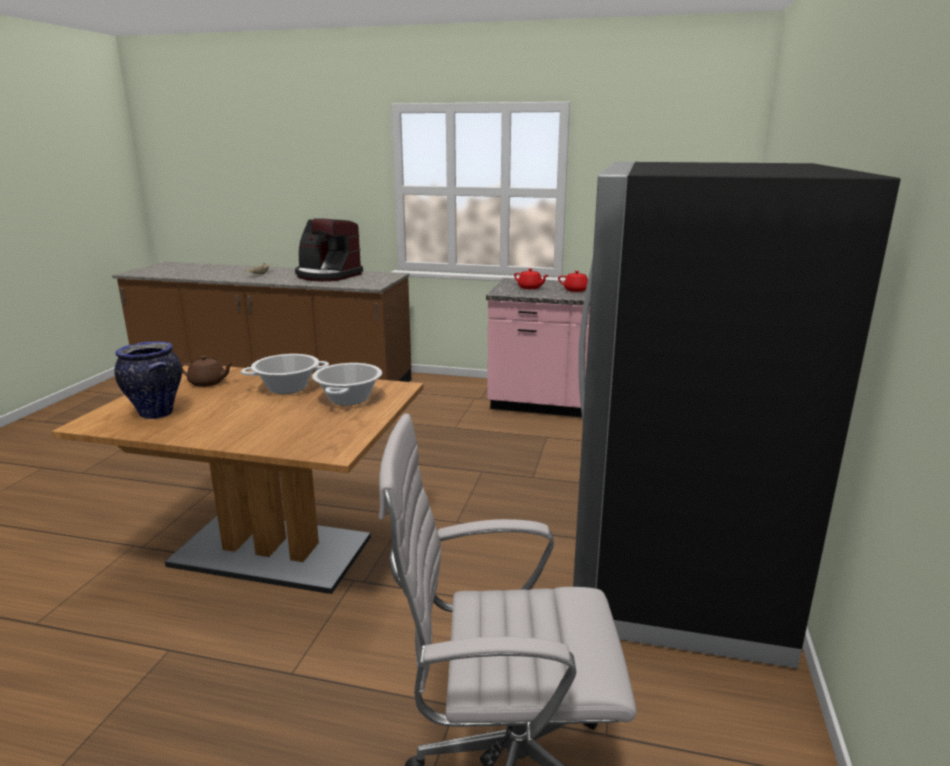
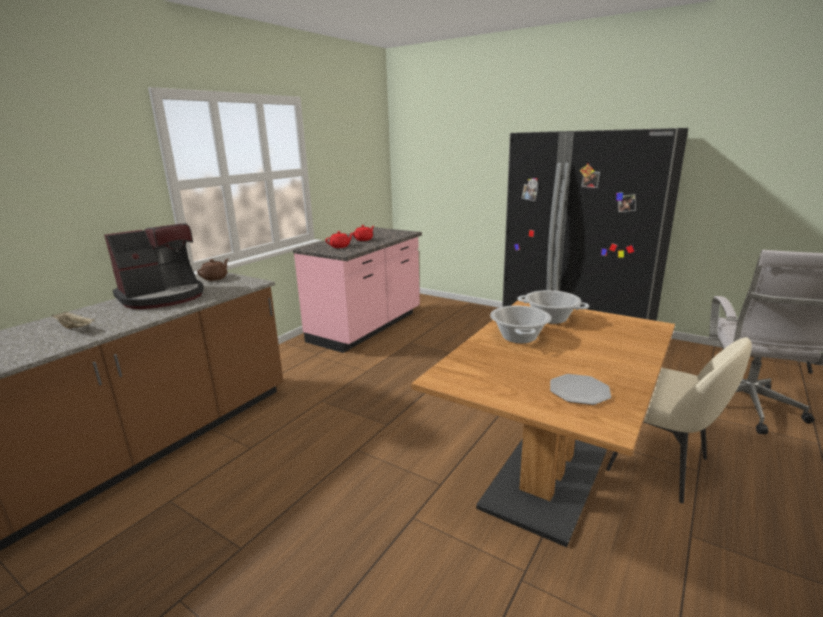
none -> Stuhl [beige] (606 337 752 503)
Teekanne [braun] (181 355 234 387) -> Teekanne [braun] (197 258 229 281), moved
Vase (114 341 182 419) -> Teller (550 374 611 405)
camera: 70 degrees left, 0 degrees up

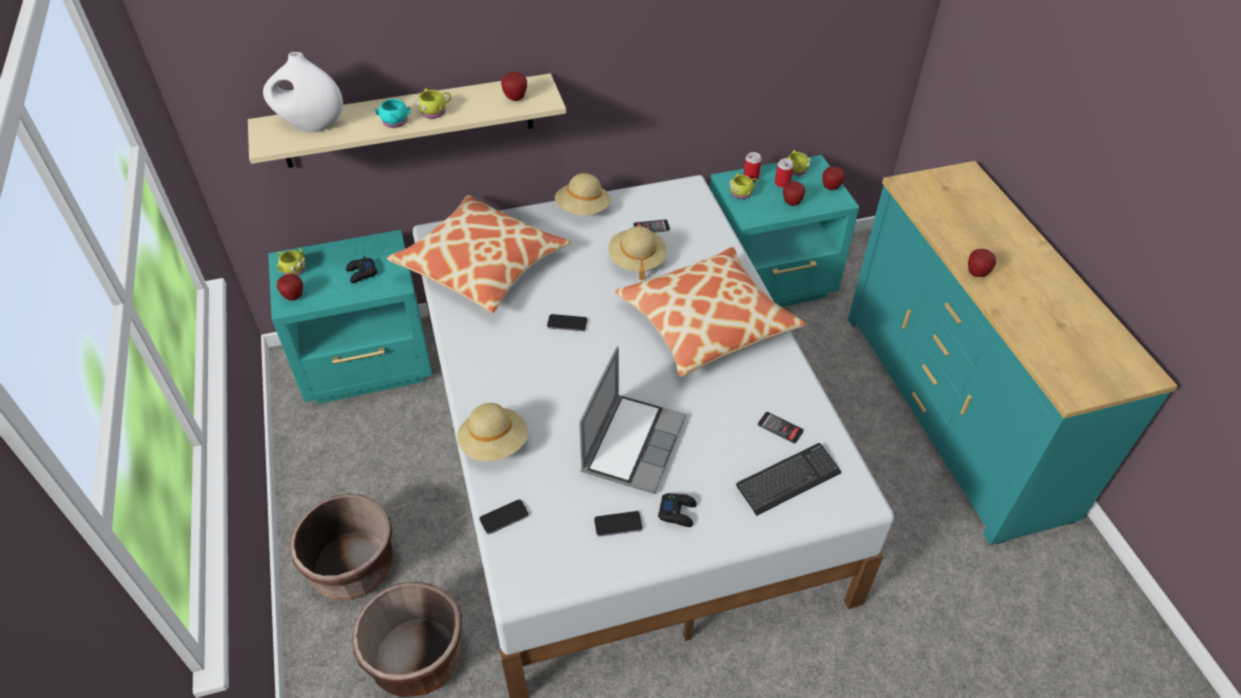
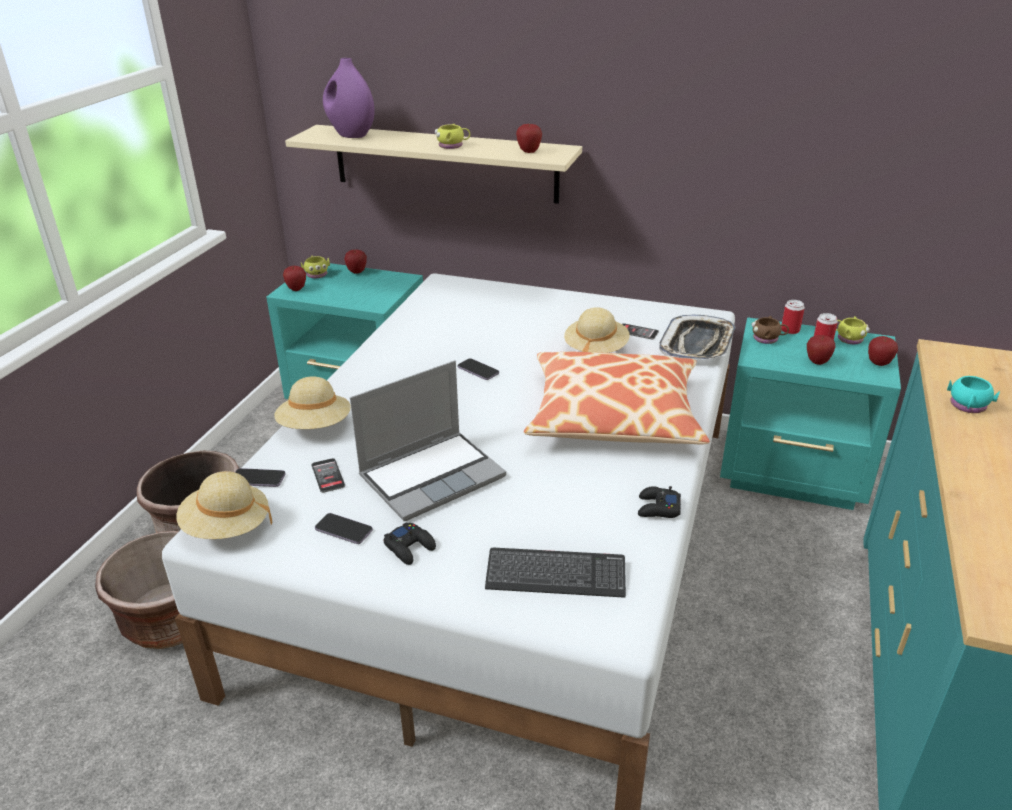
Kissen (387 195 571 313) -> none
none -> Tablett (659 315 736 360)
Gamepad [schwarz] (346 256 378 283) -> Gamepad [schwarz] (638 486 681 518), moved
Henkelbecher [türkis] (375 99 411 128) -> Henkelbecher [türkis] (947 376 1000 413), moved
Hut [beige] (555 173 611 215) -> Hut [beige] (176 471 272 539), moved
Handy (758 412 804 444) -> Handy (311 458 345 493), moved
Apfel (968 249 996 277) -> Apfel (344 249 367 274), moved
Vase [weiß] (263 52 343 132) -> Vase [lila] (323 58 375 138)
Henkelbecher [gelb] (729 173 758 199) -> Henkelbecher [braun] (751 316 789 344)
camera: 35 degrees right, 15 degrees down

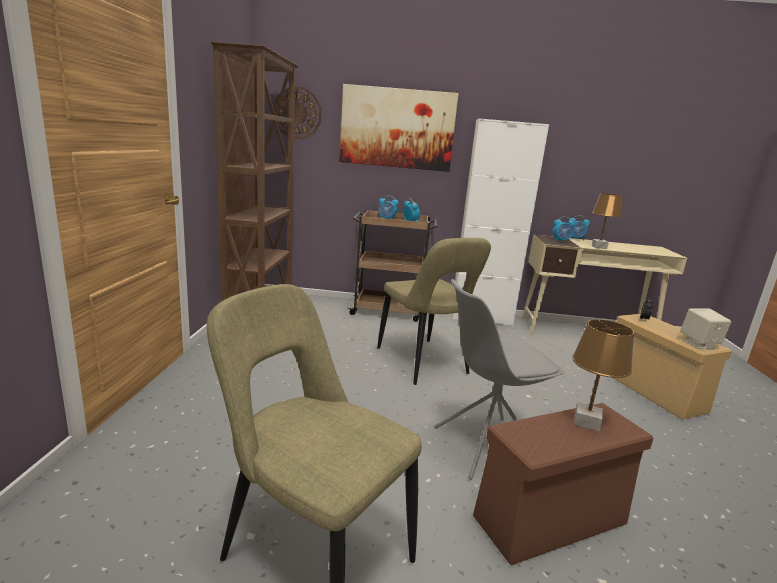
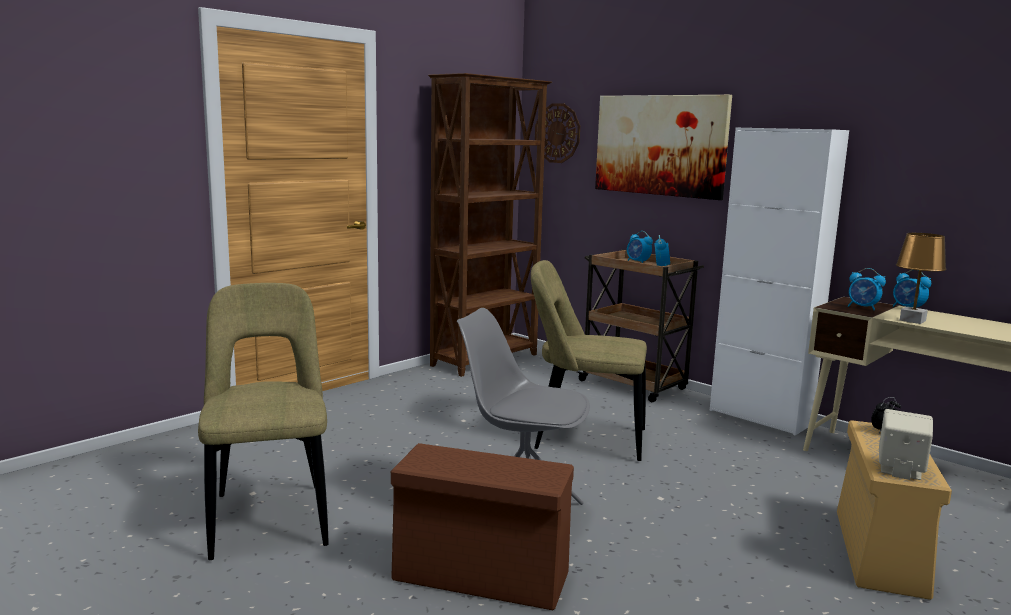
Tischlampe [braun] (572 319 634 431) -> none
Stuhl [beige] (377 238 491 385) -> Stuhl [beige] (531 260 647 461), 90 degrees clockwise
camera: 40 degrees right, 5 degrees down

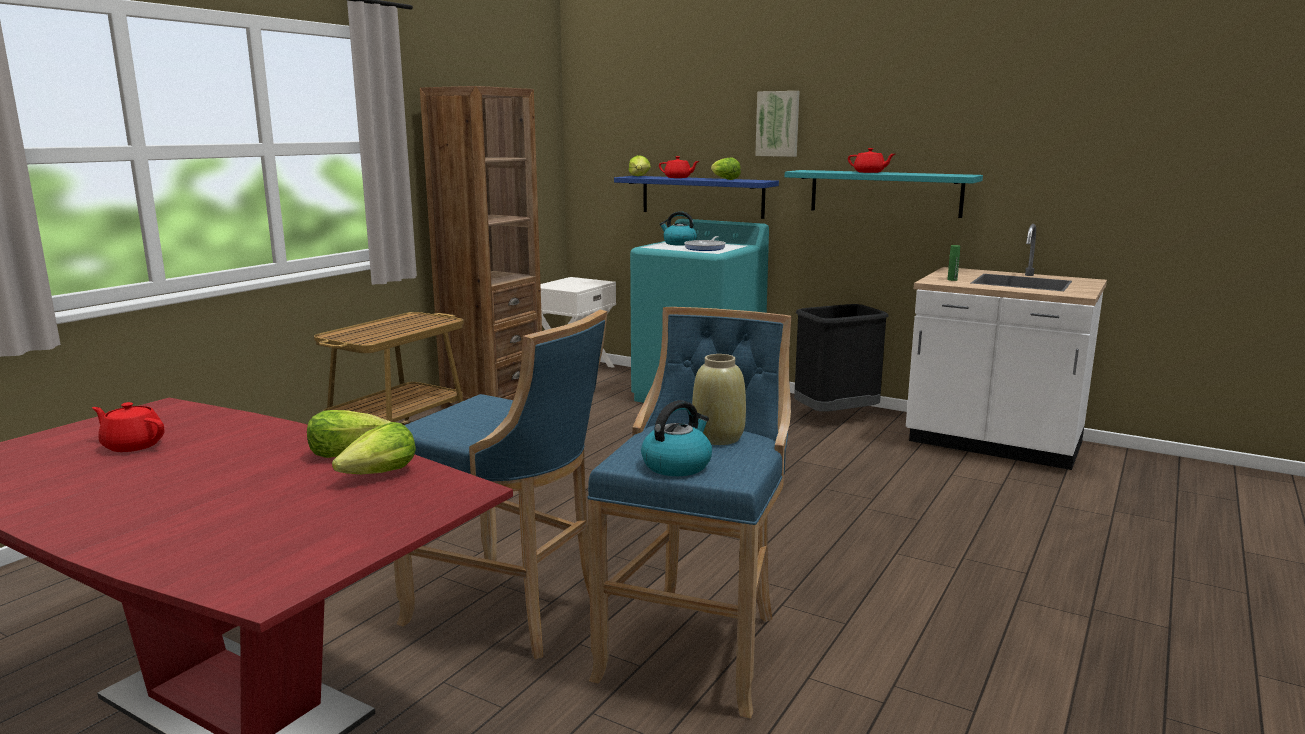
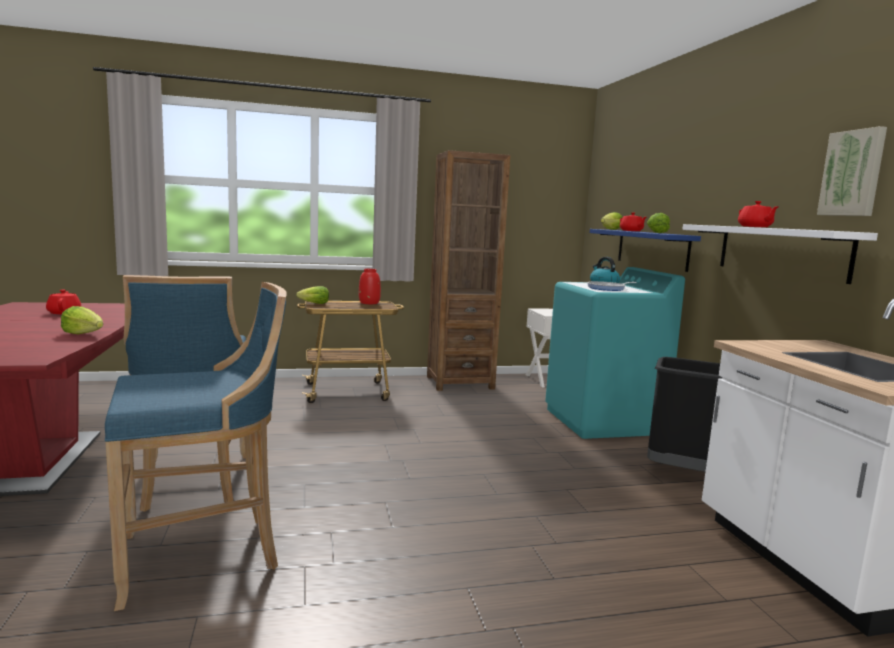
Wasserkessel (641 400 712 476) -> none
Vase [beige] (692 354 746 445) -> none
Flasche [grün] (947 245 960 281) -> none
none -> Vase [rot] (359 269 381 304)
Salatkopf (332 422 416 474) -> Salatkopf (296 286 329 304), moved
Bild (755 91 800 157) -> Bild (817 126 887 216), moved
Wandregal [türkis] (785 170 983 218) -> Wandregal [weiß] (682 224 878 284)
camera: 45 degrees right, 5 degrees down

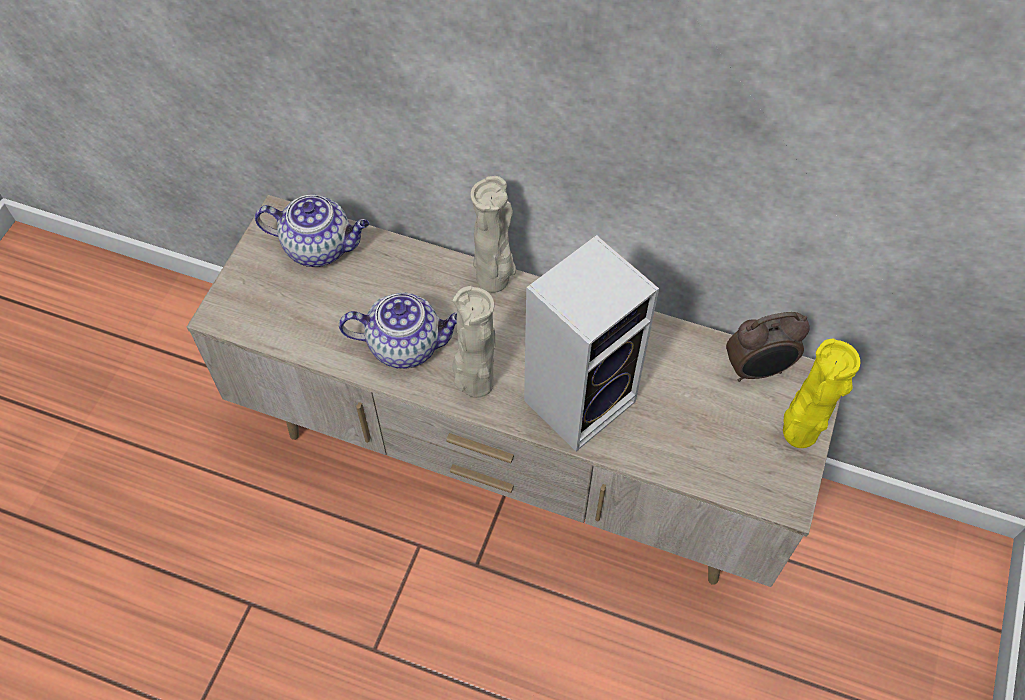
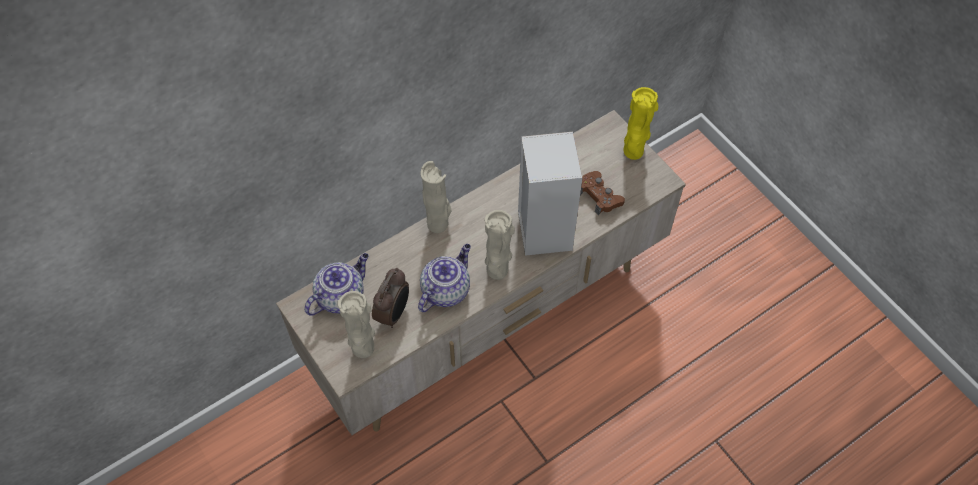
none -> Vase [beige] (337 291 375 358)
none -> Gamepad [braun] (580 171 625 215)
Wecker (726 312 810 382) -> Wecker (372 268 409 328), moved
camera: 55 degrees left, 0 degrees up

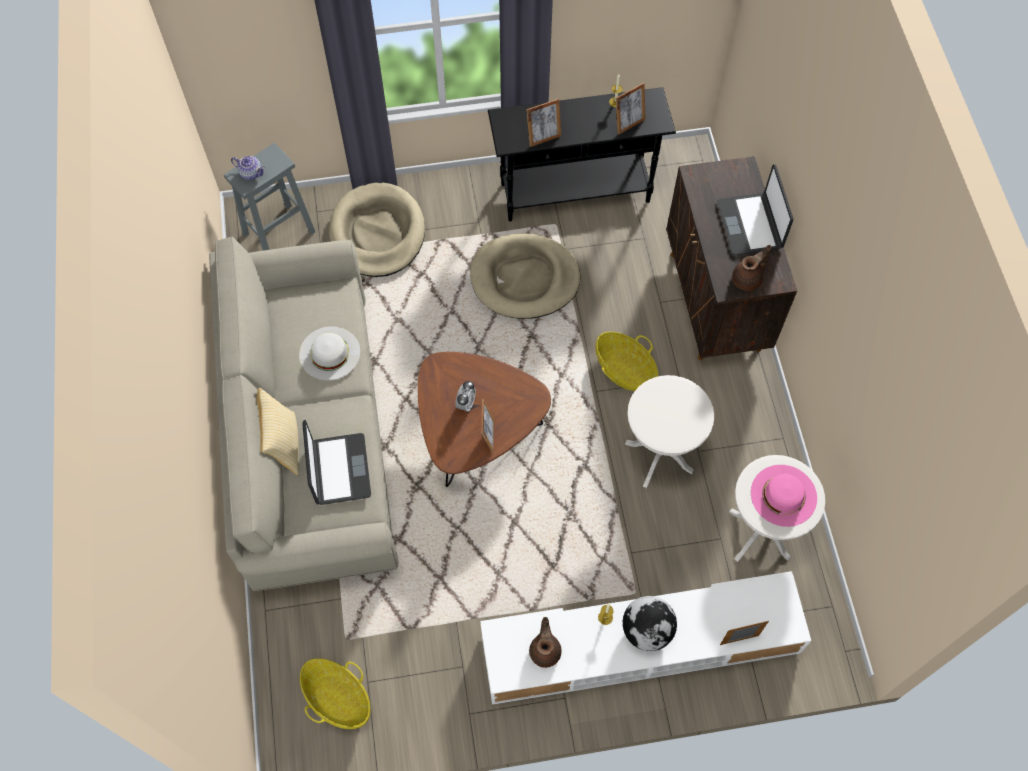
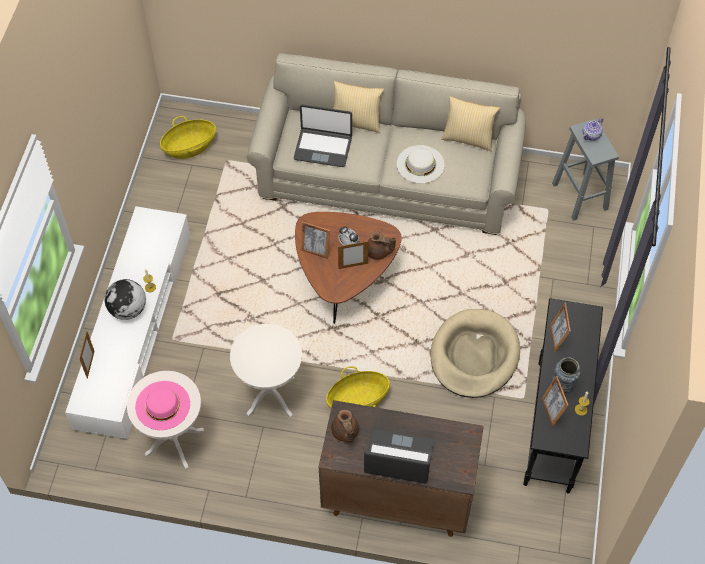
Hundebett [beige] (329 183 425 277) -> none
none -> Bilderrahmen (338 241 369 269)
none -> Kissen (441 96 500 152)
none -> Vase (552 357 581 393)
Teekanne [braun] (529 617 561 668) -> Teekanne [braun] (368 231 396 260), moved
camera: 110 degrees right, 5 degrees down

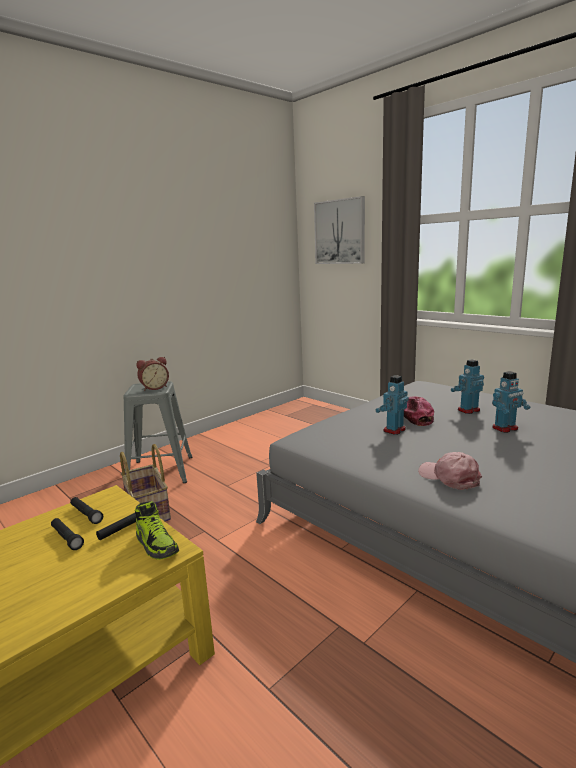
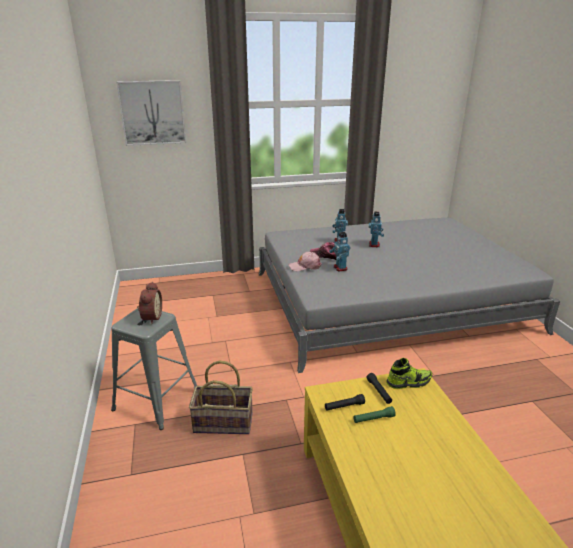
Kappe [rosa] (418 452 482 490) -> Kappe [rosa] (289 252 322 271), moved
Taschenlampe [schwarz] (51 518 84 550) -> Taschenlampe [grün] (353 406 396 423)
camera: 60 degrees left, 10 degrees up

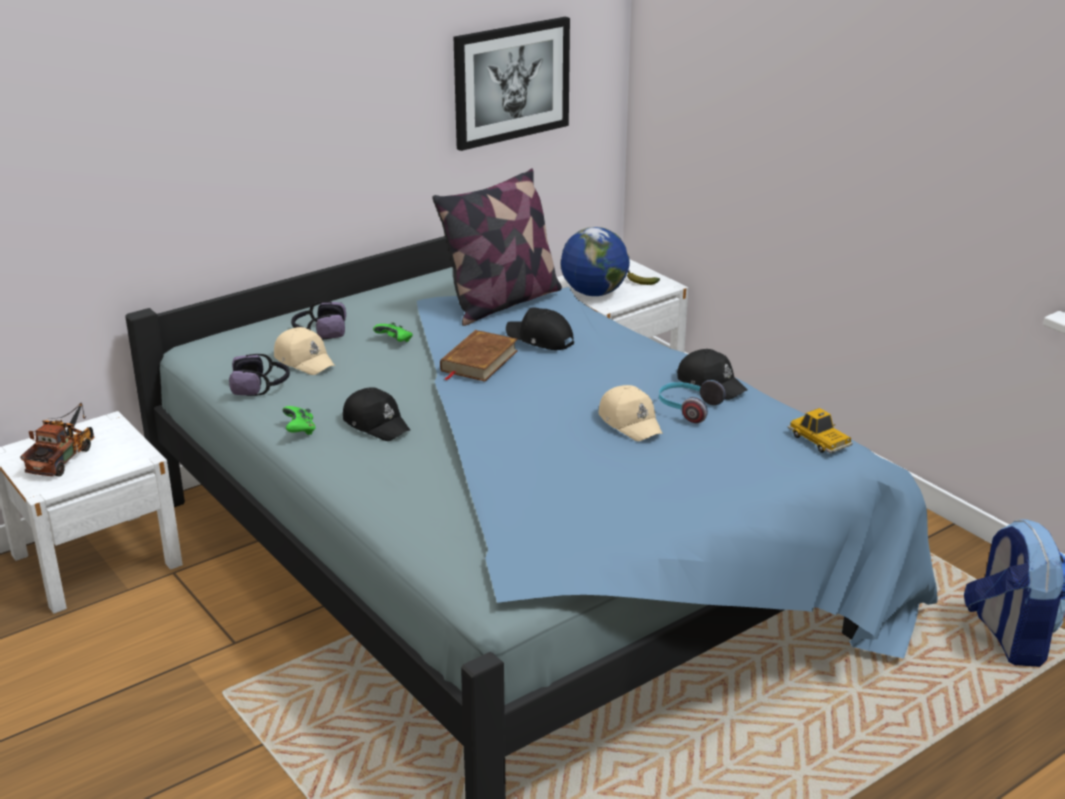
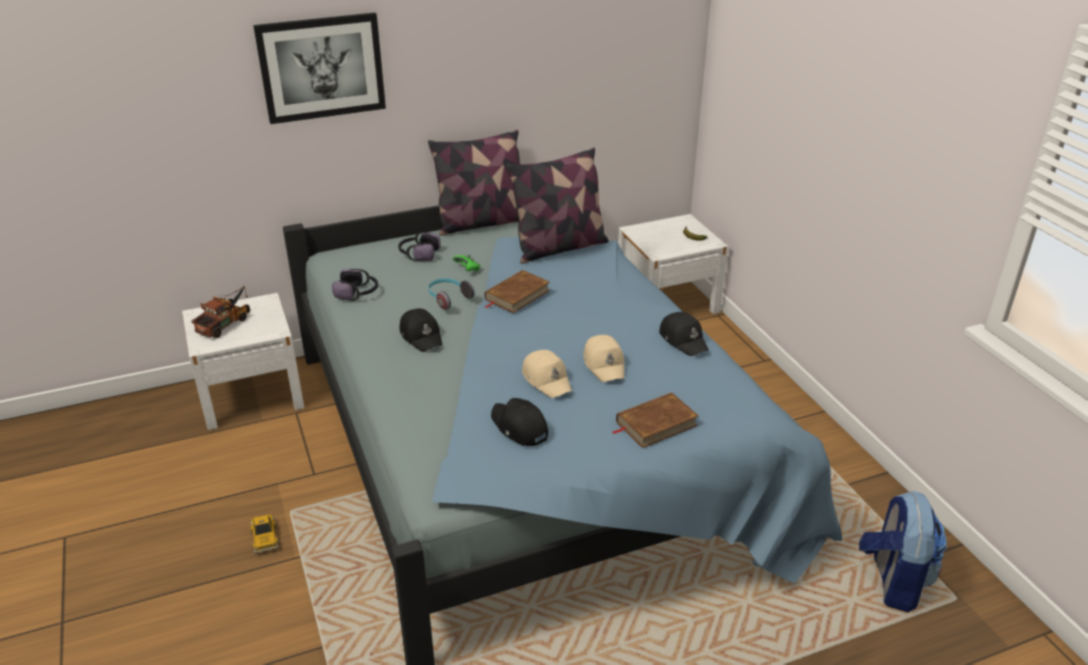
Gamepad [grün] (282 406 316 435) -> none
Globus (561 227 630 296) -> none
none -> Kissen (428 130 520 236)
none -> Buch [braun] (613 392 699 448)
Kappe [beige] (274 327 335 375) -> Kappe [beige] (522 350 572 398), moved
Bild (454 17 570 151) -> Bild (253 13 386 124), moved
Kappe [schwarz] (506 307 574 350) -> Kappe [schwarz] (491 398 548 446), moved
Kopfhörer (659 380 726 423) -> Kopfhörer (428 278 475 310), moved
Spielzeugauto (788 408 853 453) -> Spielzeugauto (251 514 279 553), moved
camera: 15 degrees right, 5 degrees up

